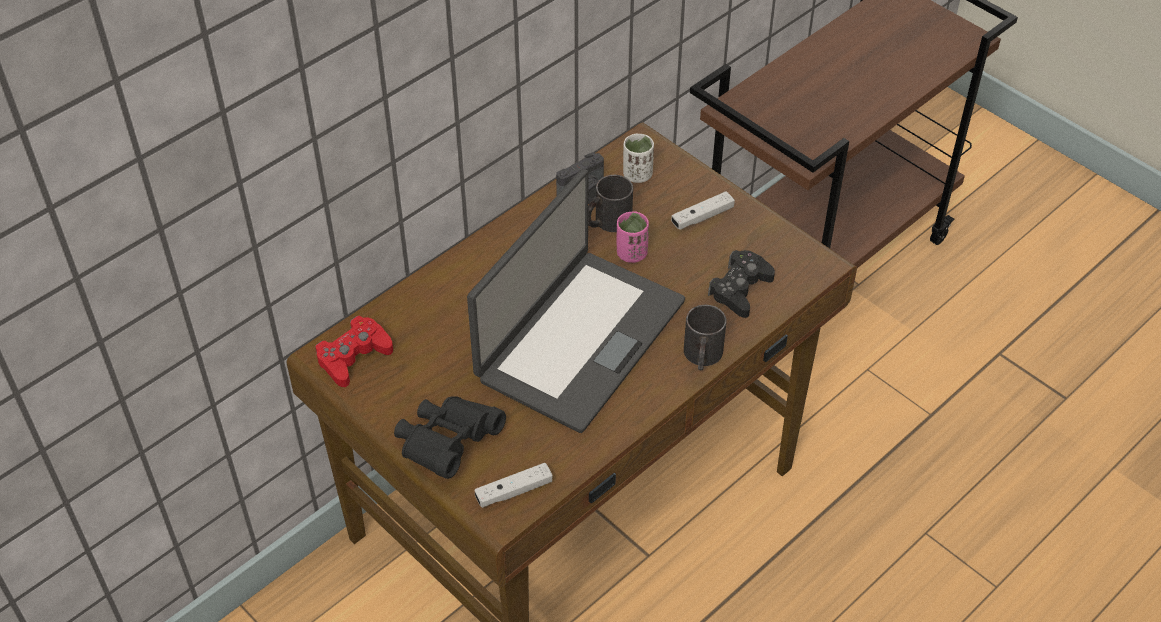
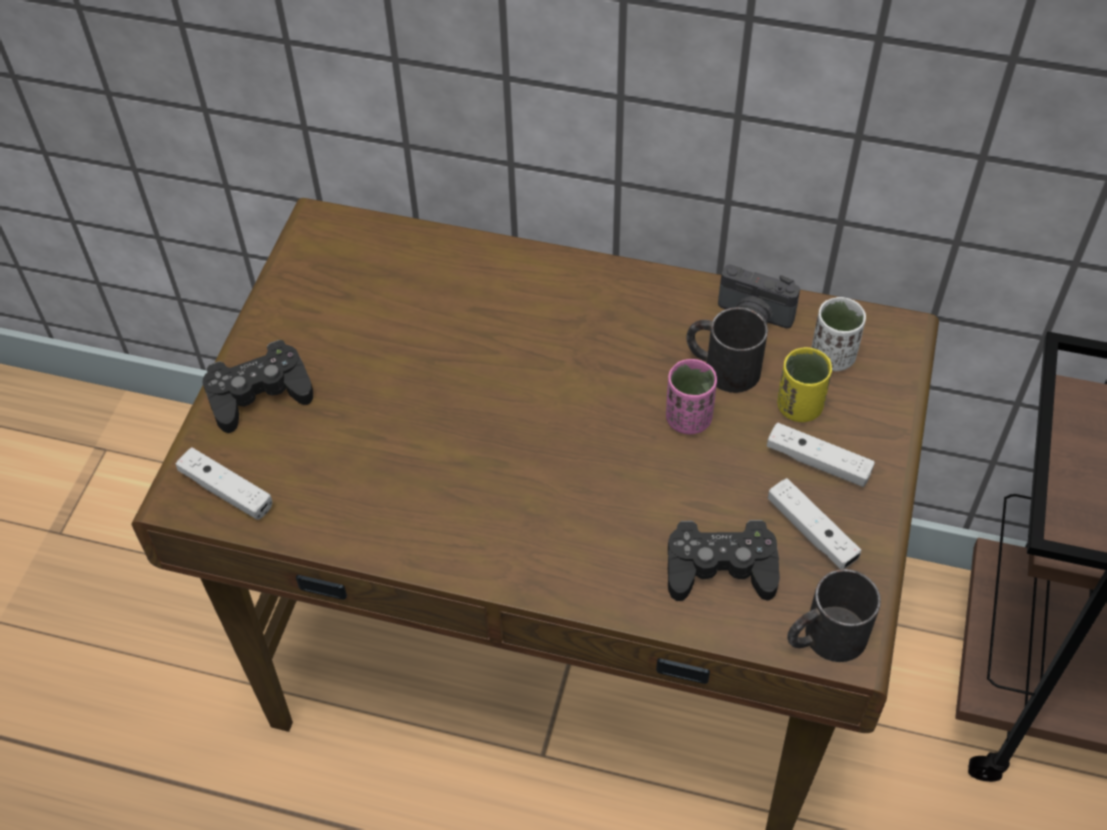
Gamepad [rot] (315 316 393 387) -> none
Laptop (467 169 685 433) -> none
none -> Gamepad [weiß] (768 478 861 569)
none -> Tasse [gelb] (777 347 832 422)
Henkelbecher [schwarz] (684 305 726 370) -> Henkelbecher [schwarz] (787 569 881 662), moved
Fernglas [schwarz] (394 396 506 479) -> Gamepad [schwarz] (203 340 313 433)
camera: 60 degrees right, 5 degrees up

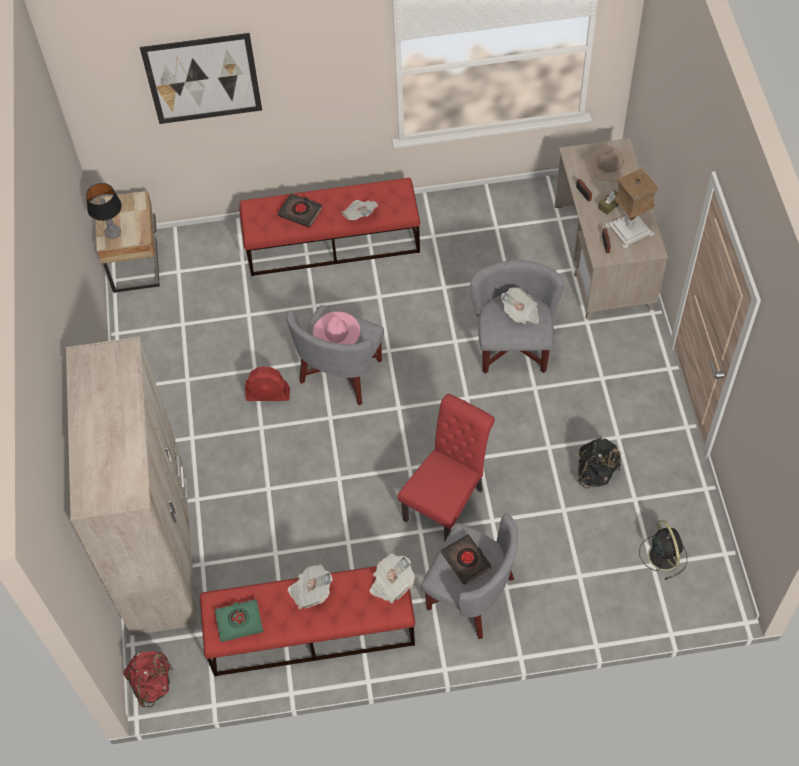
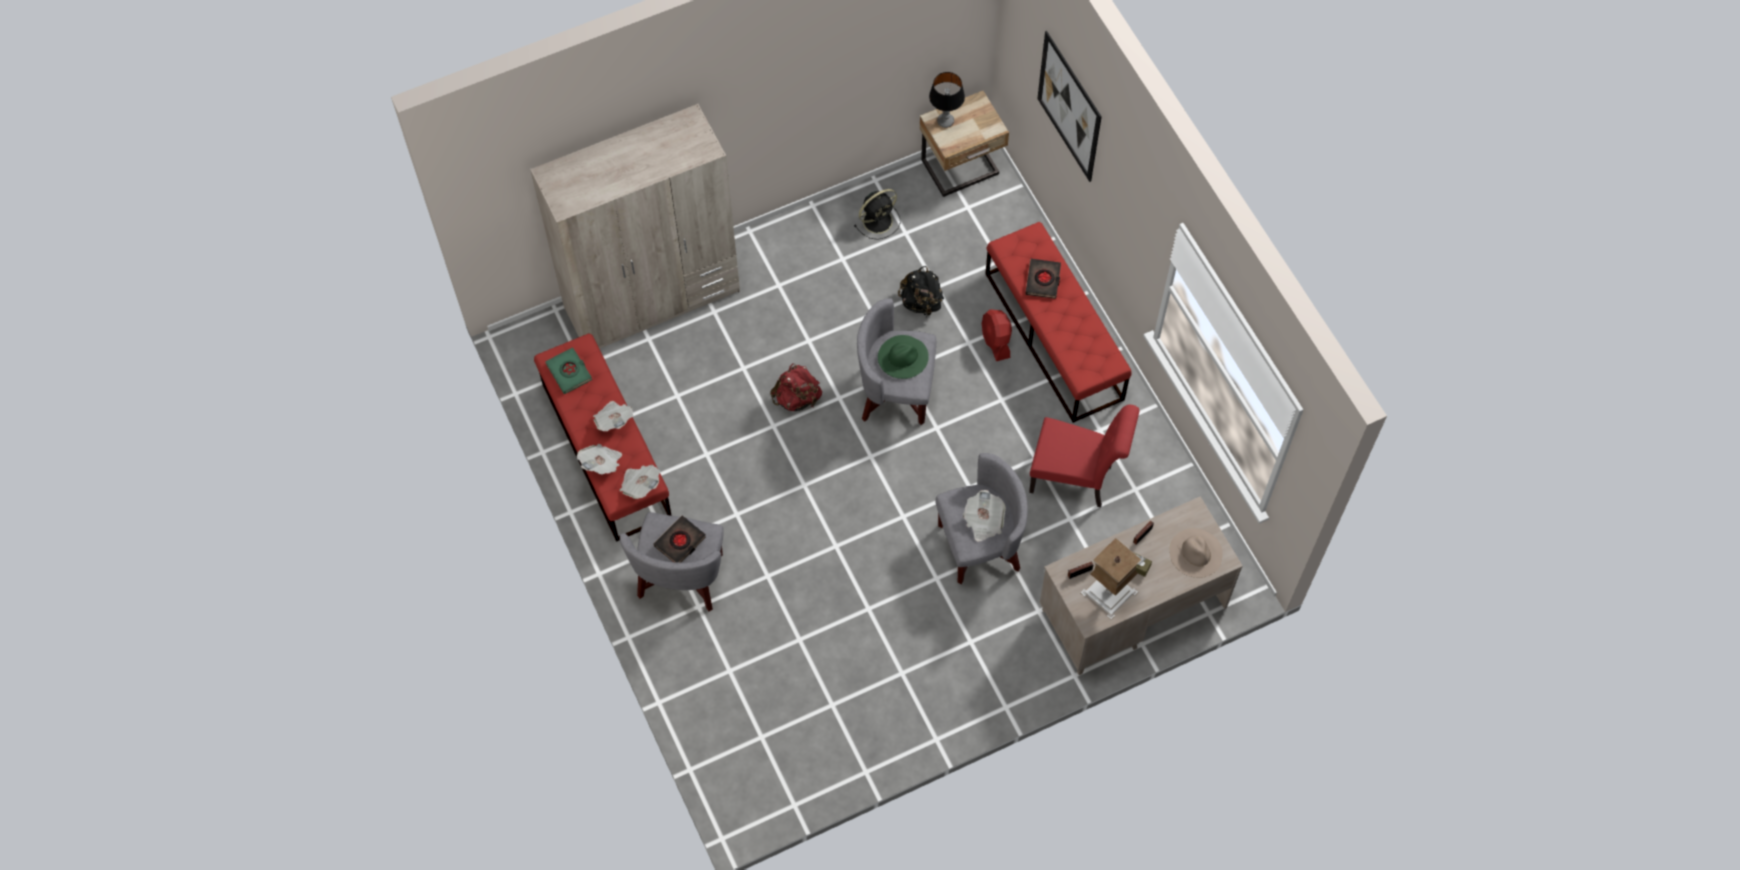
Rucksack [rot] (123 651 173 708) -> Rucksack [rot] (770 363 822 411), moved
Ventilator [rot] (245 367 290 401) -> Ventilator [rot] (982 309 1012 361), moved
Zeitung (341 200 378 220) -> Zeitung (577 444 622 475), moved
Stuhl [rot] (398 394 495 542) -> Stuhl [rot] (1029 404 1140 508), moved
Rucksack [schwarz] (578 438 621 489) -> Rucksack [schwarz] (898 266 944 316), moved
Ventilator [schwarz] (639 520 687 580) -> Ventilator [schwarz] (854 189 901 240), moved
Hut [rosa] (313 312 360 344) -> Hut [grün] (878 335 929 379)
camera: 70 degrees right, 5 degrees up

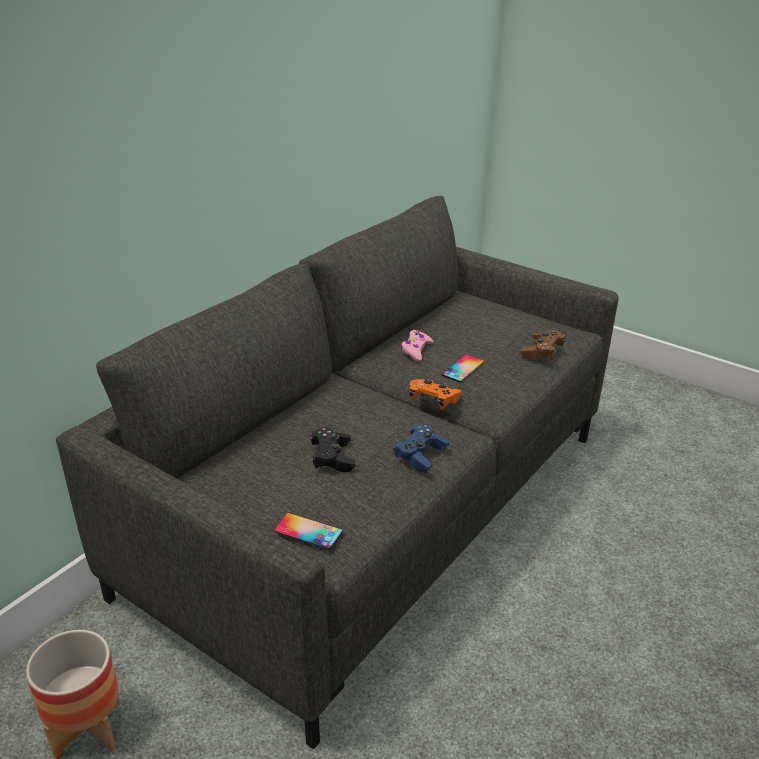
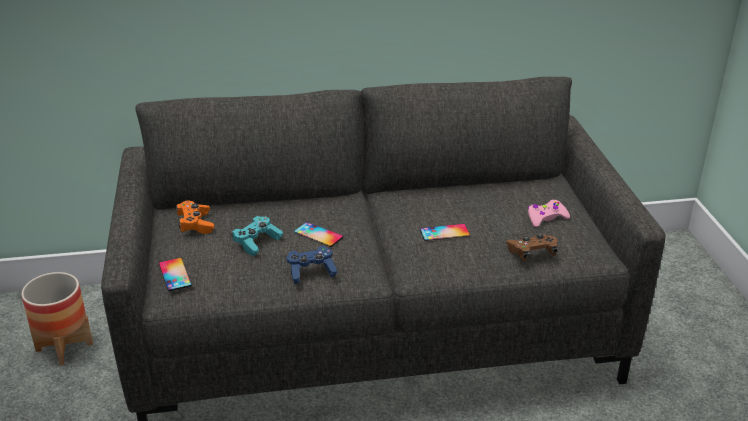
none -> Handy (294 222 343 247)
Gamepad [rosa] (400 330 433 361) -> Gamepad [rosa] (528 200 570 227), moved
Gamepad [orange] (409 378 462 410) -> Gamepad [orange] (176 201 214 234), moved
Gamepad [schwarz] (310 427 355 472) -> Gamepad [türkis] (232 216 283 256)
camera: 45 degrees right, 0 degrees up

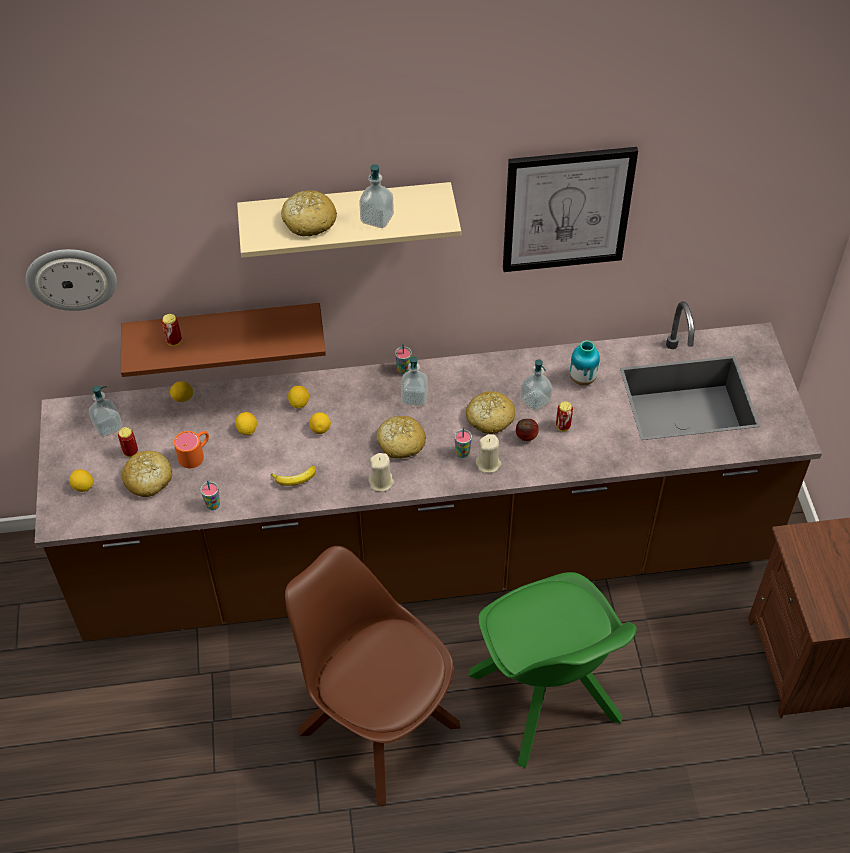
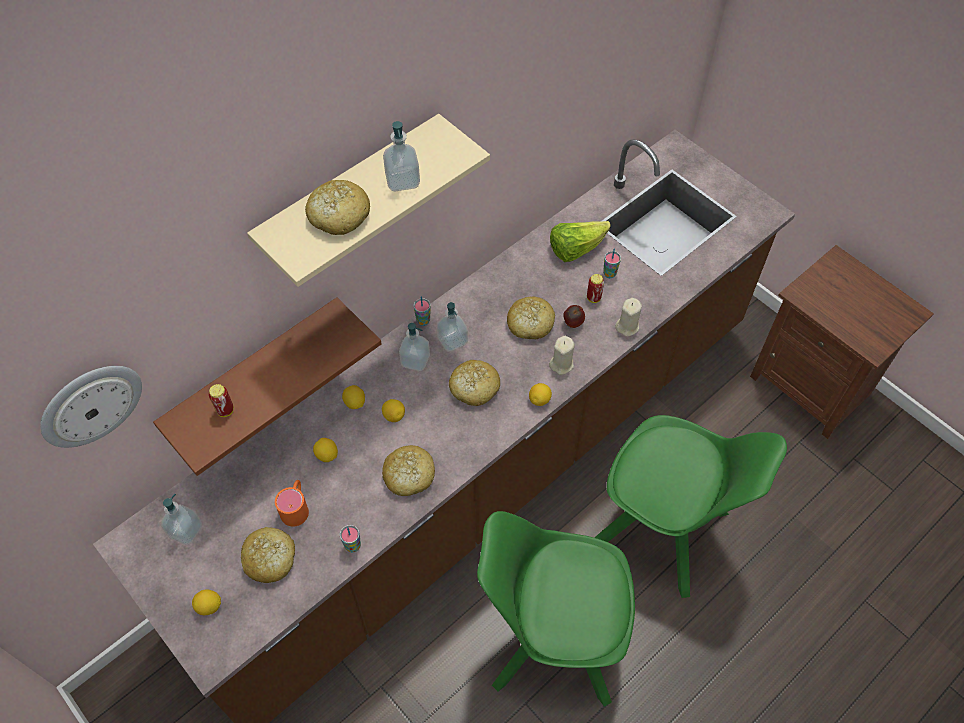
Dose (118 427 138 457) -> none
Bild (503 147 638 272) -> none
Zitrone (170 381 193 402) -> Zitrone (529 383 552 406), moved
Kerze [beige] (368 453 394 492) -> Kerze [beige] (615 298 642 337), moved
Tasse (455 427 472 458) -> Tasse (603 249 621 278), moved
Seifenspender (520 359 553 411) -> Seifenspender (399 323 430 371), moved
Banane (271 466 316 486) -> Brot (382 445 435 496)
Vase (570 340 600 386) -> Salatkopf (550 221 611 262)
Stuhl [braun] (285 546 461 806) -> Stuhl [grün] (477 511 635 707)
camera: 35 degrees left, 5 degrees up

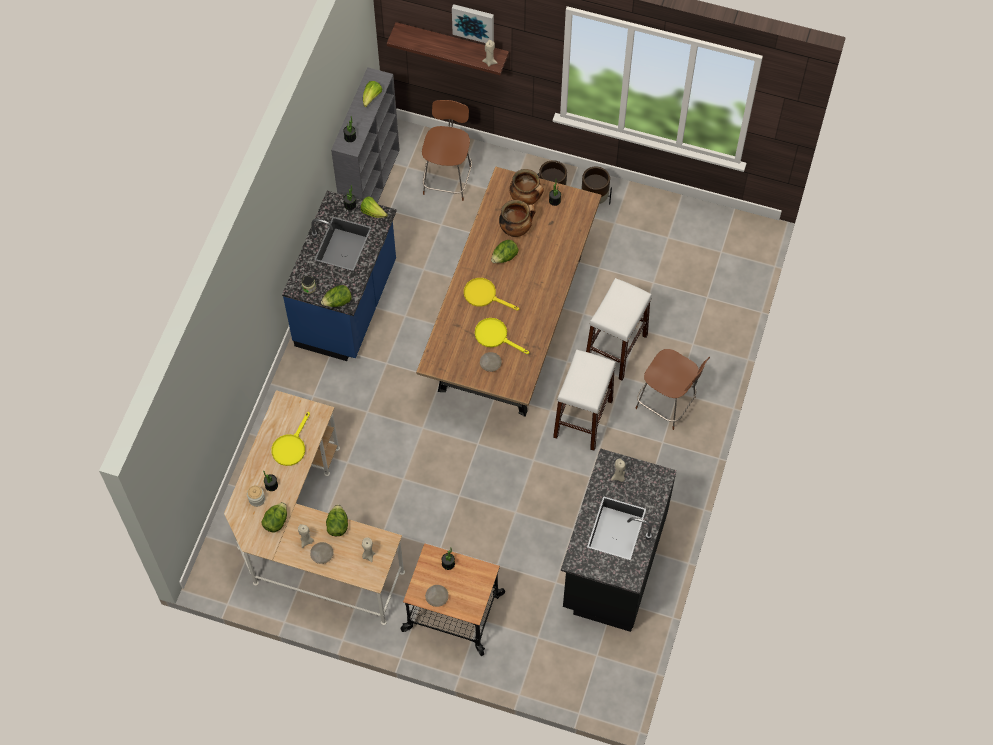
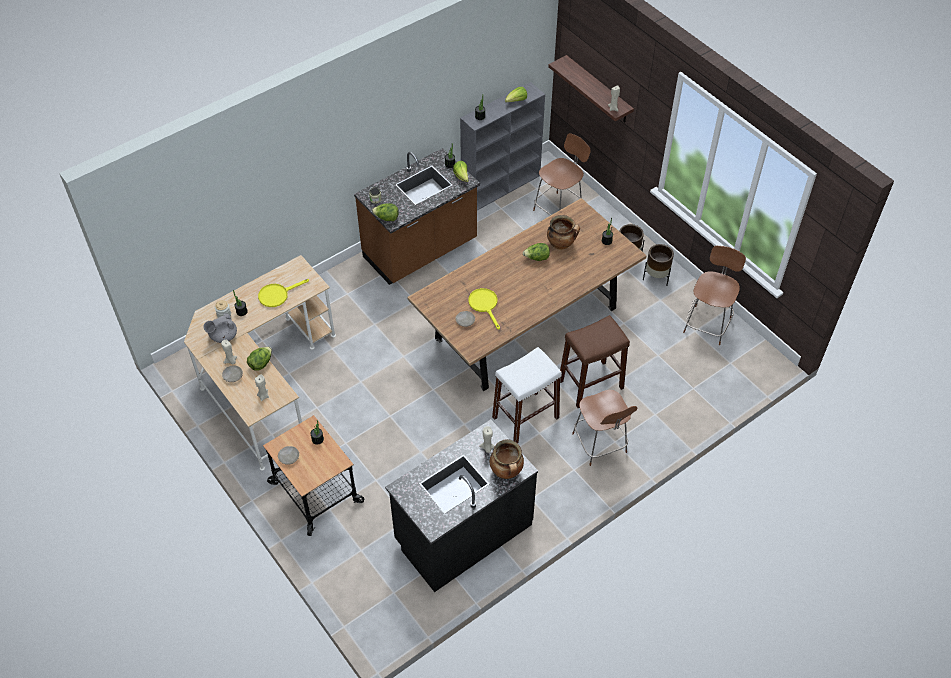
Bild (452 4 494 43) -> none
Pfanne [gelb] (464 278 519 311) -> none
none -> Stuhl [braun] (683 246 746 345)
Kochtopf (510 169 544 205) -> Kochtopf (490 439 524 479), moved
Salatkopf (262 502 287 533) -> Teekanne [grau] (203 313 237 343)
Küchenzeile [blau] (282 191 397 361) -> Küchenzeile [braun] (354 148 480 285)
Hocker [weiß] (586 278 652 381) -> Hocker [braun] (560 315 630 408)
camera: 35 degrees right, 10 degrees down

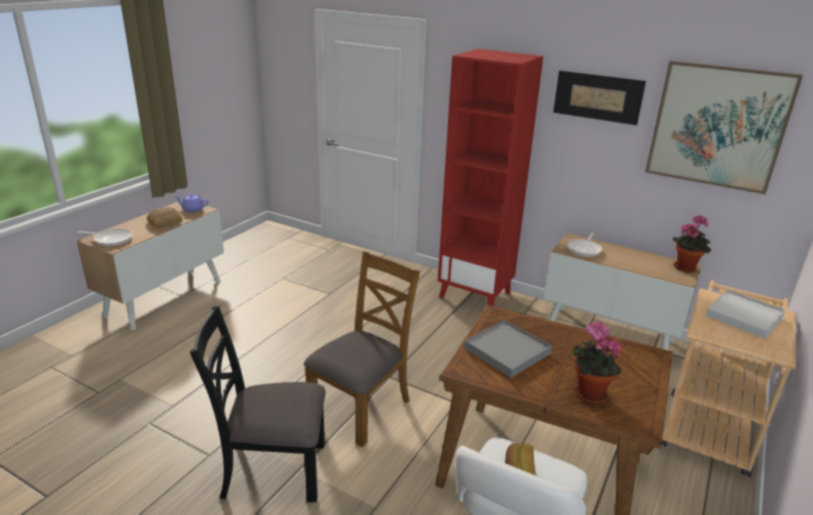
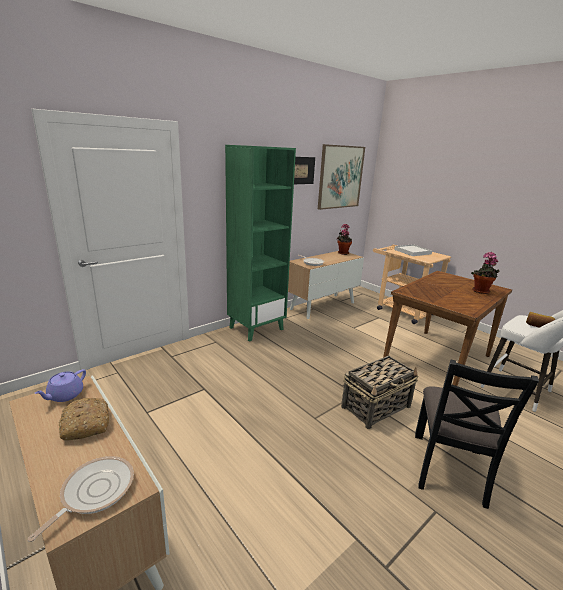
Tablett [grau] (464 320 552 378) -> none
Stuhl [braun] (304 251 420 447) -> Korb (341 356 418 429)
Bücherregal [rot] (438 49 543 306) -> Bücherregal [grün] (225 145 296 342)
camera: 70 degrees left, 5 degrees down

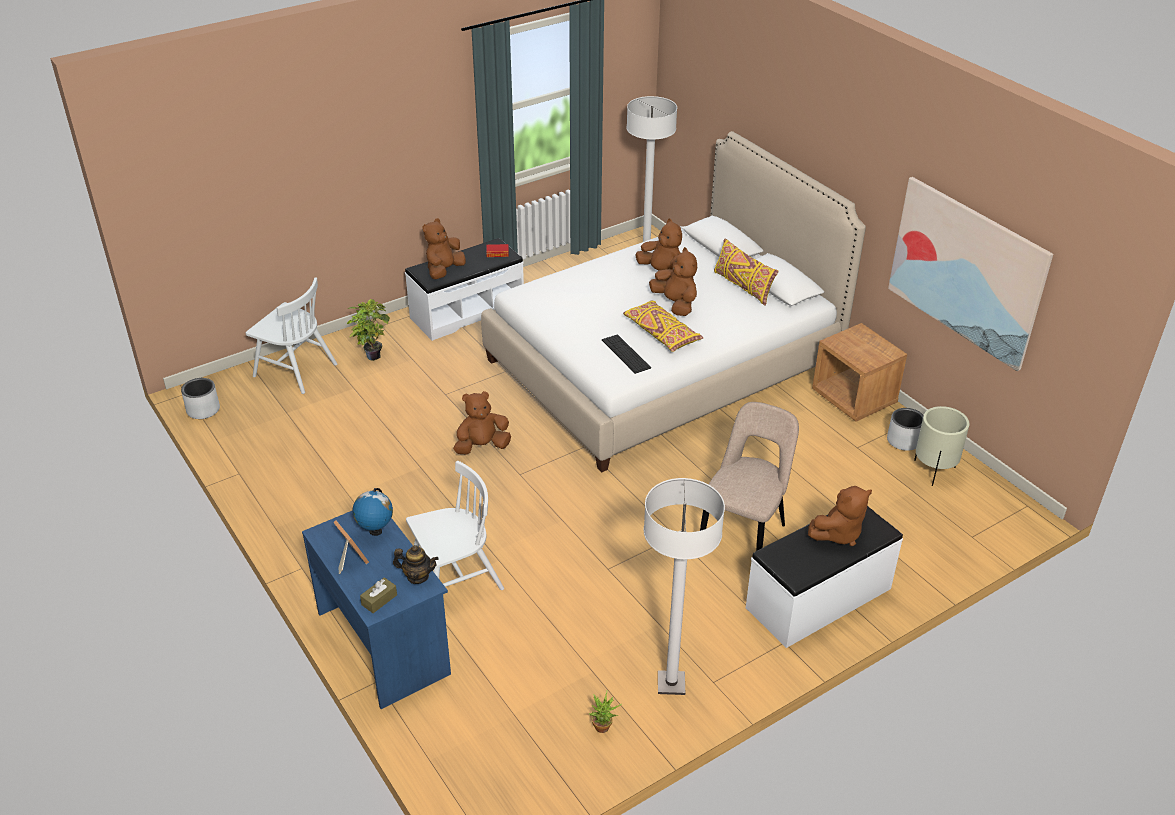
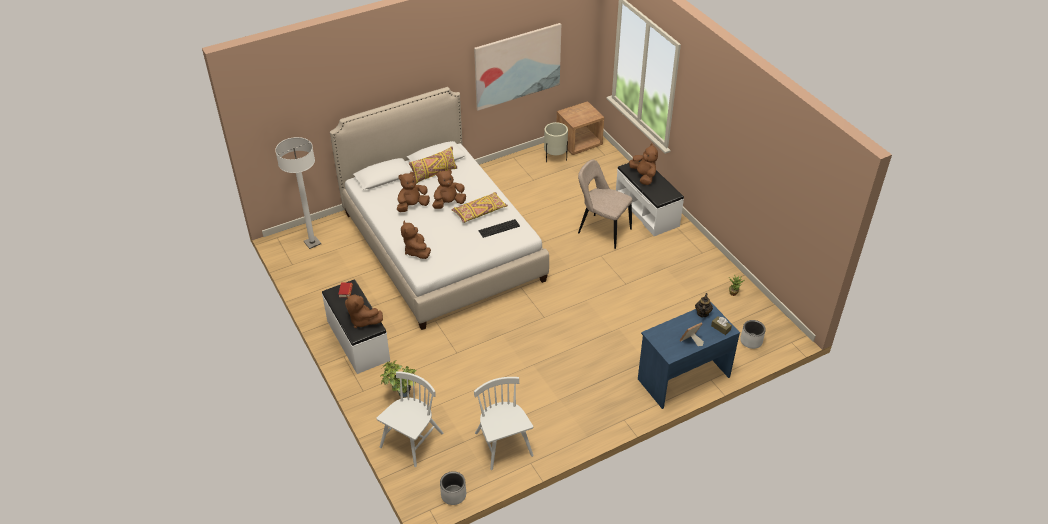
Globus (353 488 393 536) -> none
Stehlampe [weiß] (643 478 725 695) -> none
Stuhl [weiß] (406 461 504 590) -> Stuhl [weiß] (474 377 533 470), moved
Plüschtier [braun] (453 391 511 455) -> Plüschtier [braun] (401 221 431 259), moved
Nachttisch [braun] (812 323 907 422) -> Nachttisch [braun] (557 101 604 155), moved
Pflanzkübel [grau] (887 408 924 451) -> Pflanzkübel [grau] (740 320 766 349), moved
camera: 85 degrees left, 5 degrees up

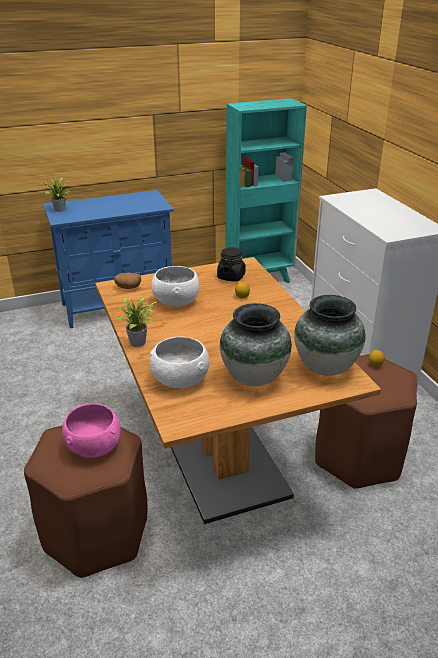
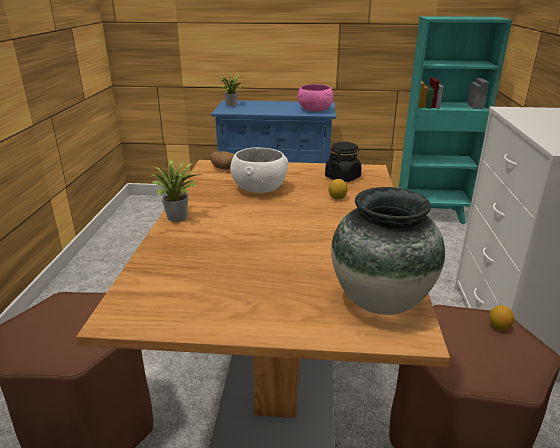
Schüssel [weiß] (150 337 209 388) -> none
Vase (220 303 292 386) -> none
Schüssel [rosa] (62 404 121 458) -> Schüssel [rosa] (298 84 334 112), moved
camera: 25 degrees right, 5 degrees down

